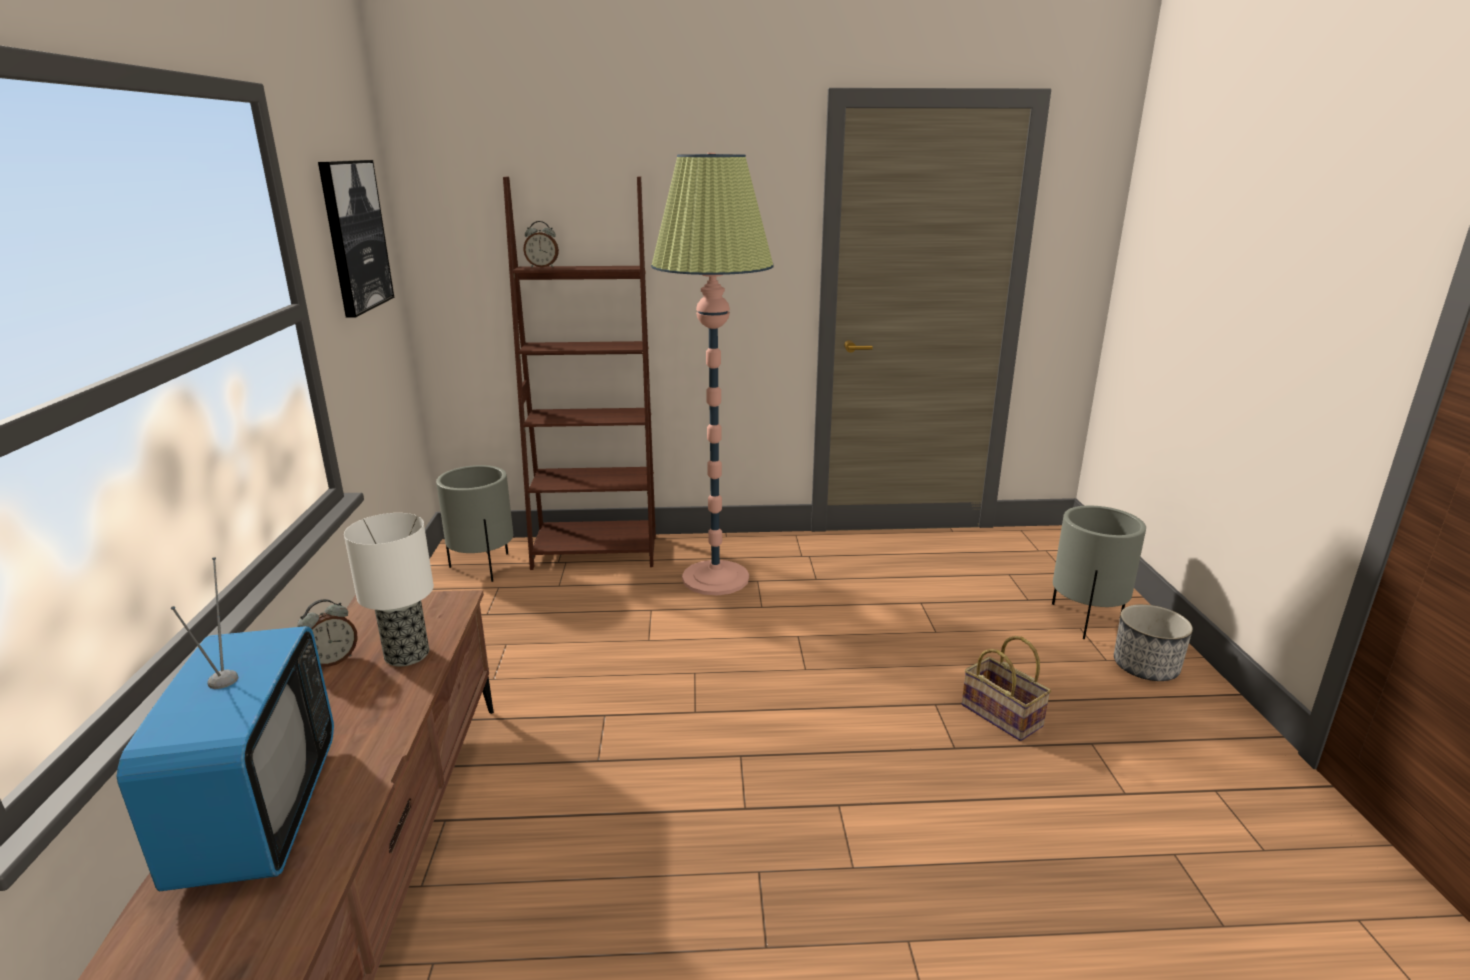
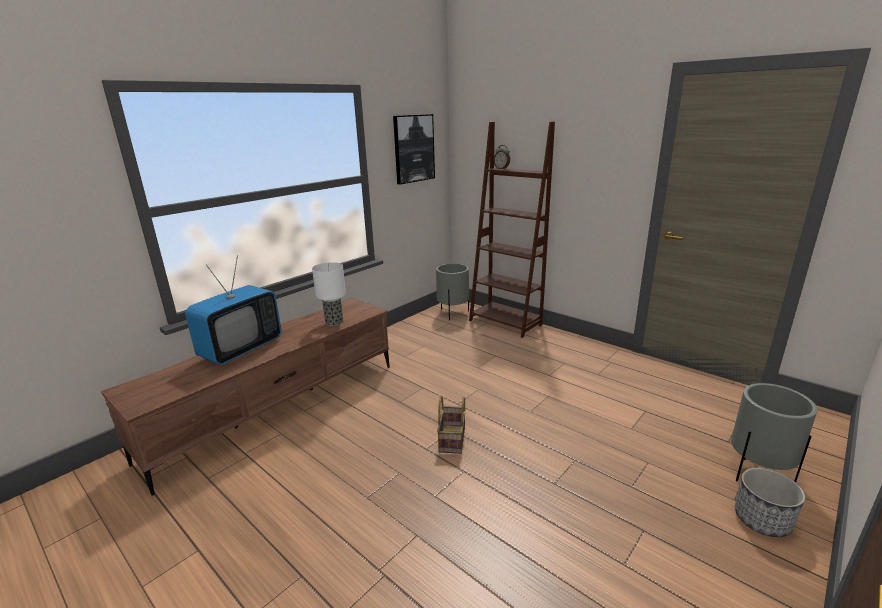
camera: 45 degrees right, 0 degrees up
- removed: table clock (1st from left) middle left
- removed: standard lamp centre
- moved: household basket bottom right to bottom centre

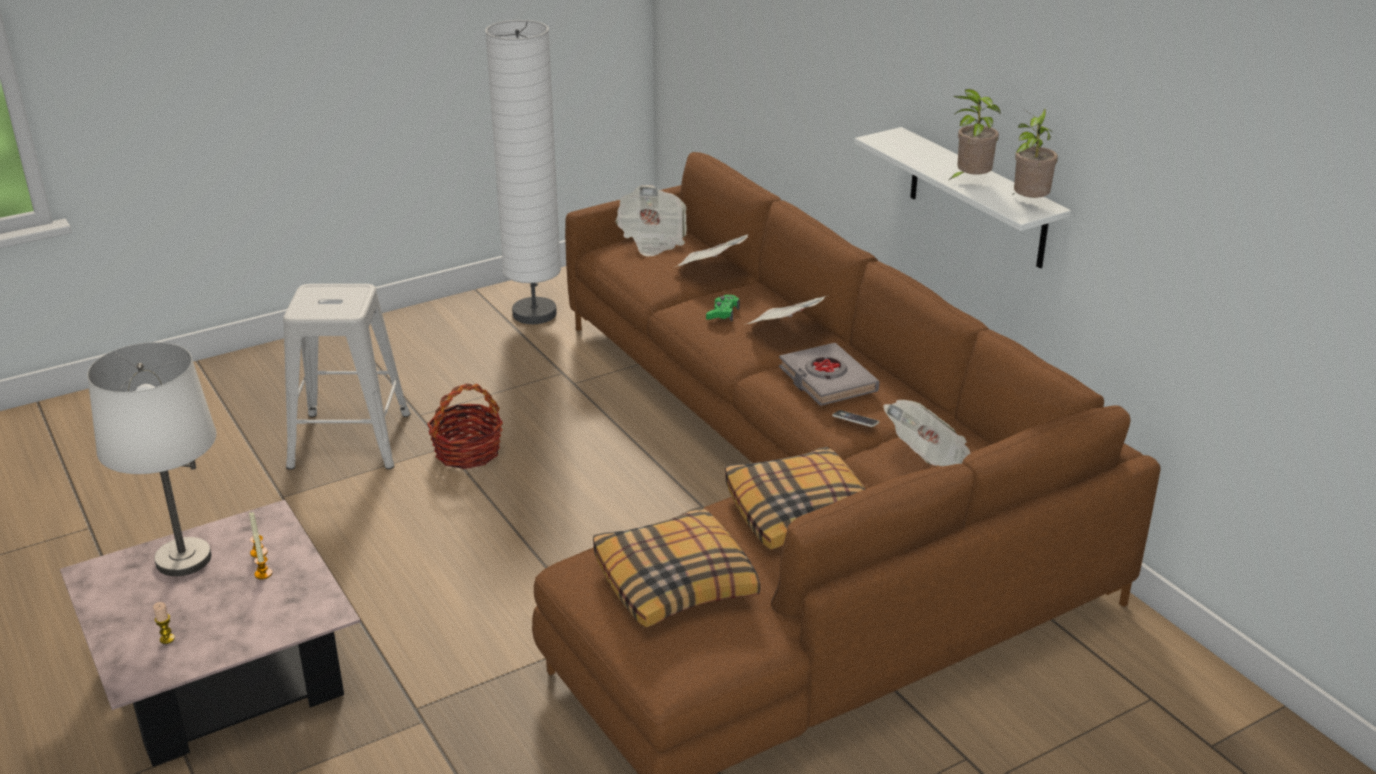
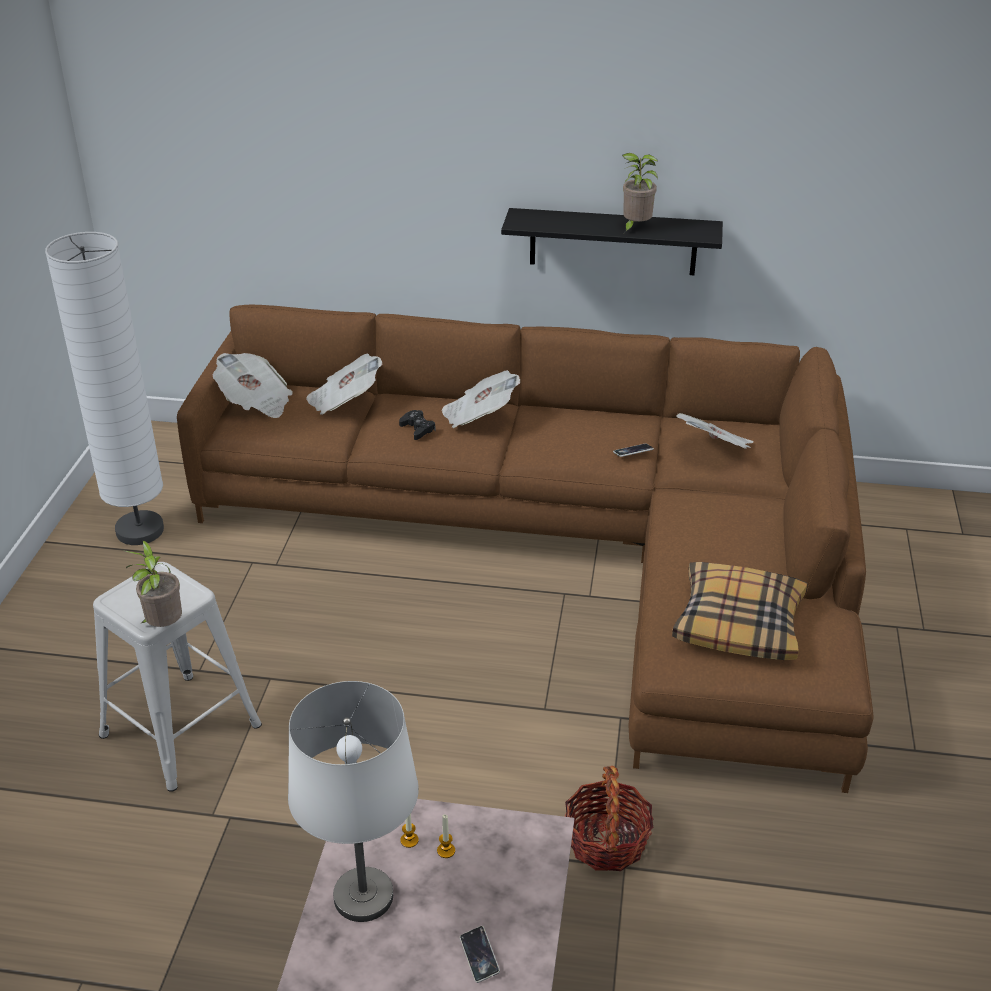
camera: 50 degrees left, 5 degrees up
- replaced: wax candle (1st from left) bottom left to phone (1st from left) bottom centre
- moved: household basket centre to bottom centre
- recoloured: greenish gamepad centre to blackish gamepad centre
- removed: cushion (2nd from left) centre
- removed: greyish book centre
- recoloured: white-coloured wall shelf top right to blackish wall shelf top centre
- moved: plant in a pot (2nd from left in the first image) top right to plant in a pot (1st from left) middle left

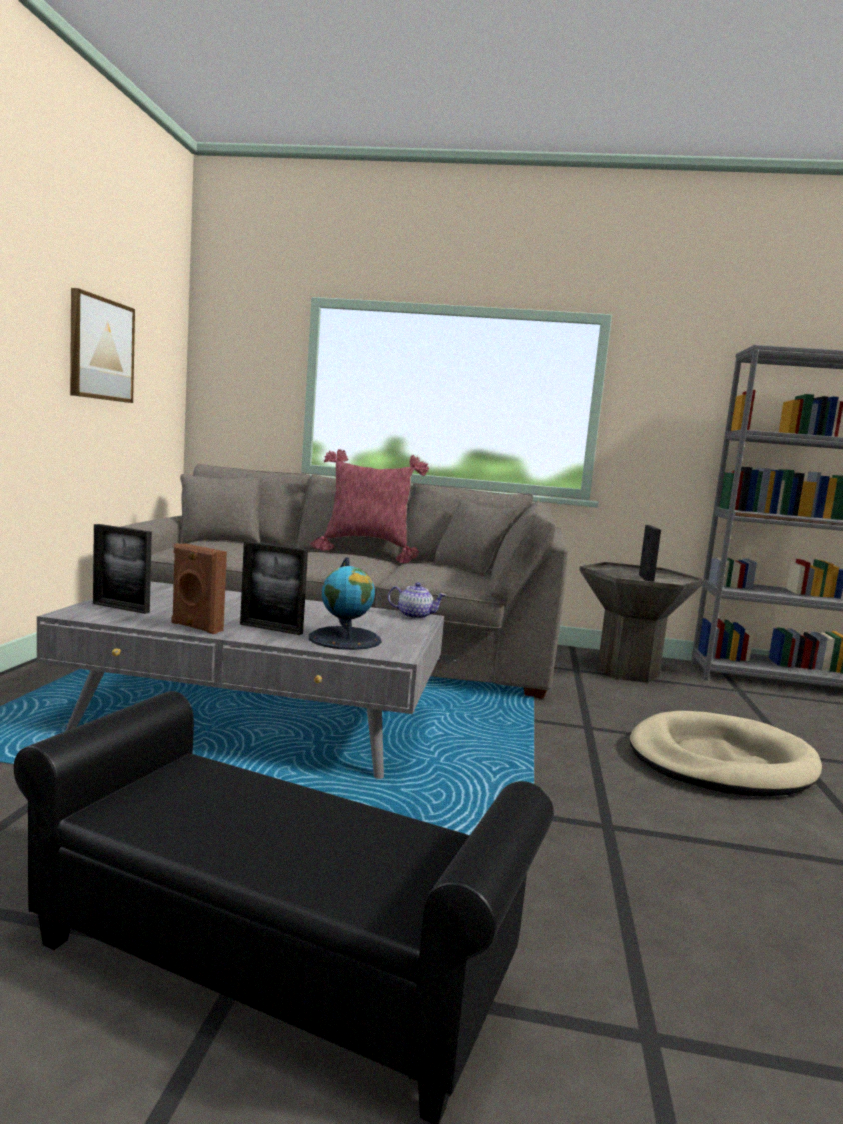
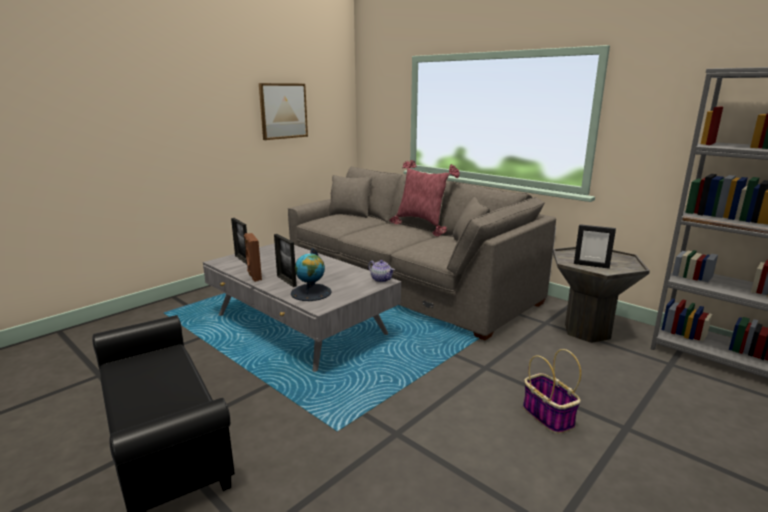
camera: 35 degrees right, 10 degrees up
- replaced: sand-coloured pet bed bottom right to household basket bottom right
- turned: standing frame (3rd from left) middle right = middle right 75 degrees clockwise

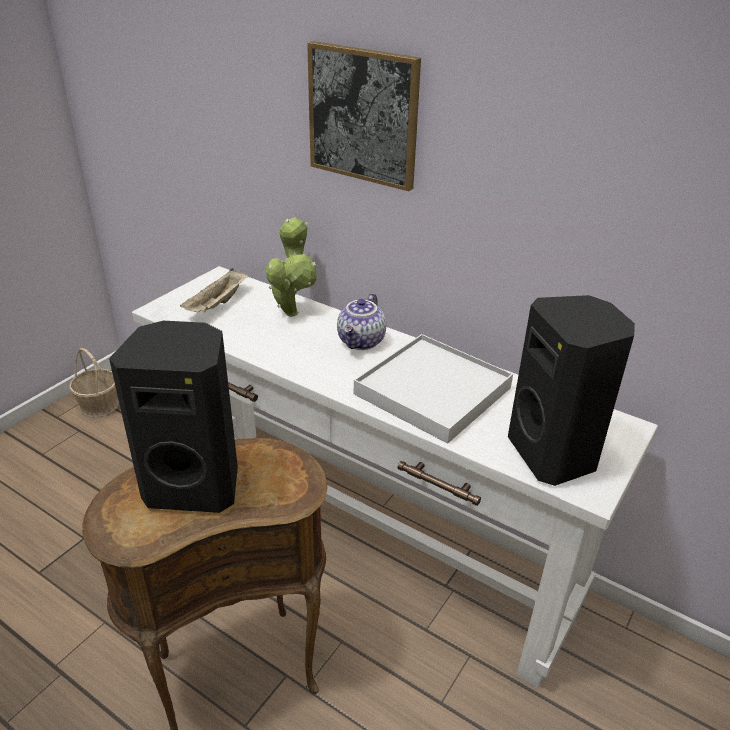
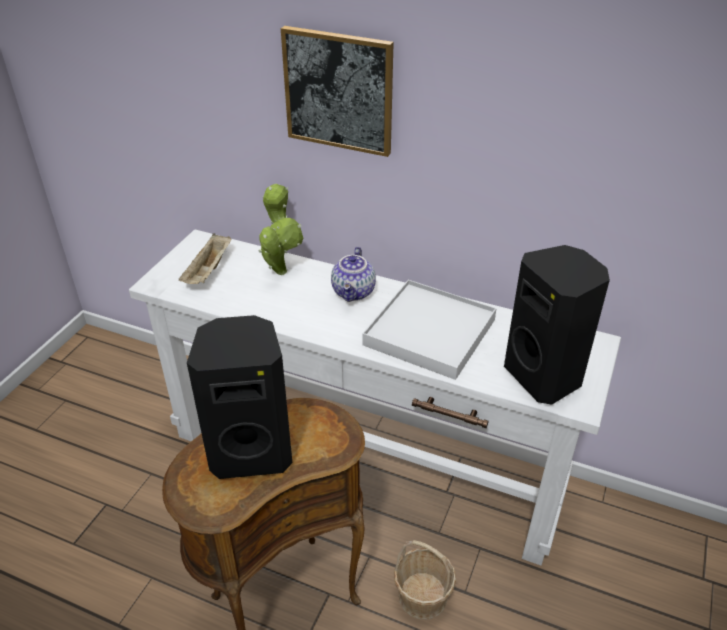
camera: 10 degrees left, 5 degrees up
- moved: household basket middle left to bottom centre

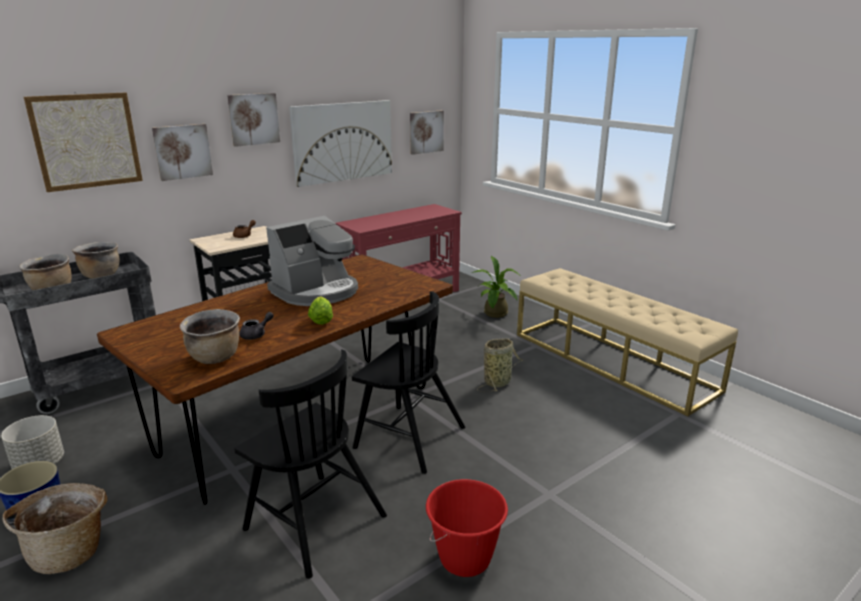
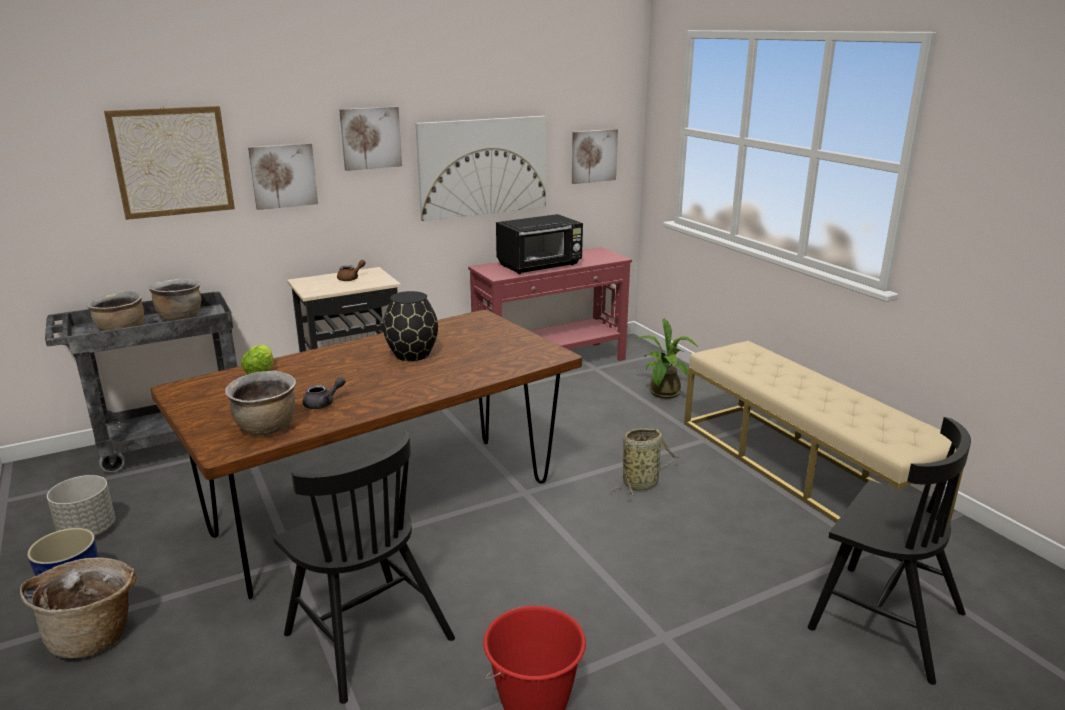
camera: 10 degrees right, 0 degrees up
- replaced: coffee machine centre to blackish vase centre
- moved: lettuce centre to middle left
- moved: blackish upright chair (2nd from left) centre to bottom right
- added: blackish microwave oven centre

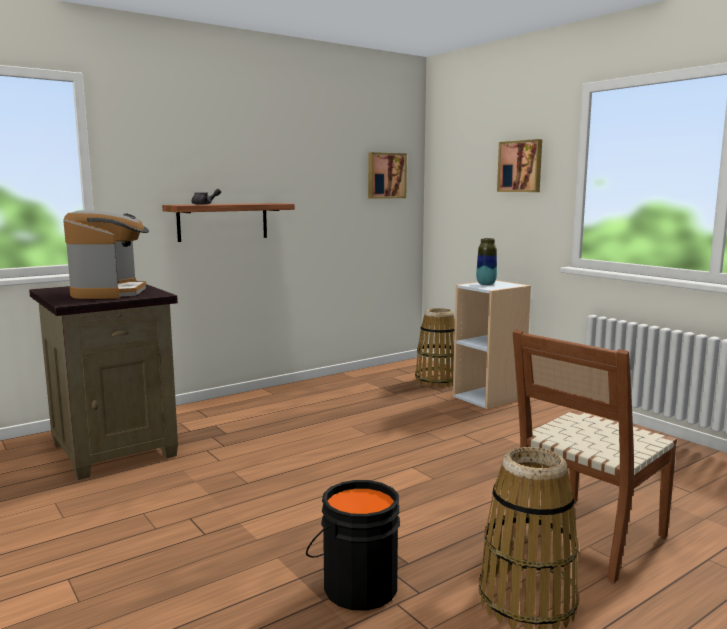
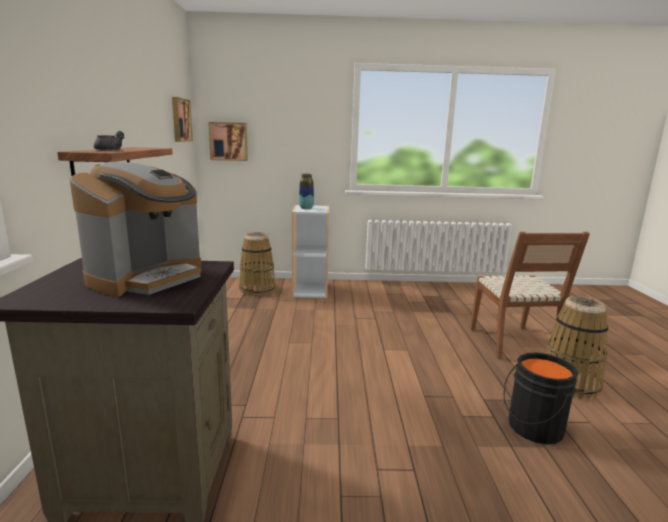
camera: 55 degrees left, 5 degrees up
- turned: coffee machine middle left = middle left 90 degrees clockwise
- moved: wall art (2nd from left) top right to top centre

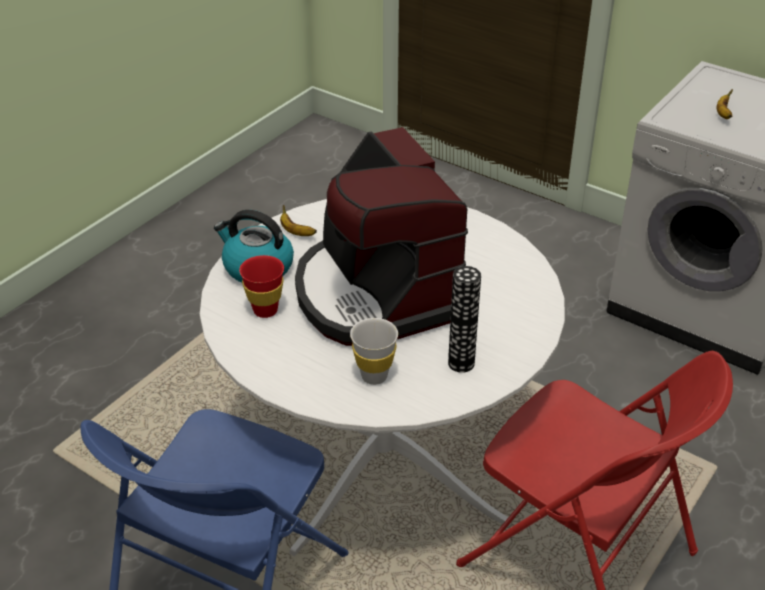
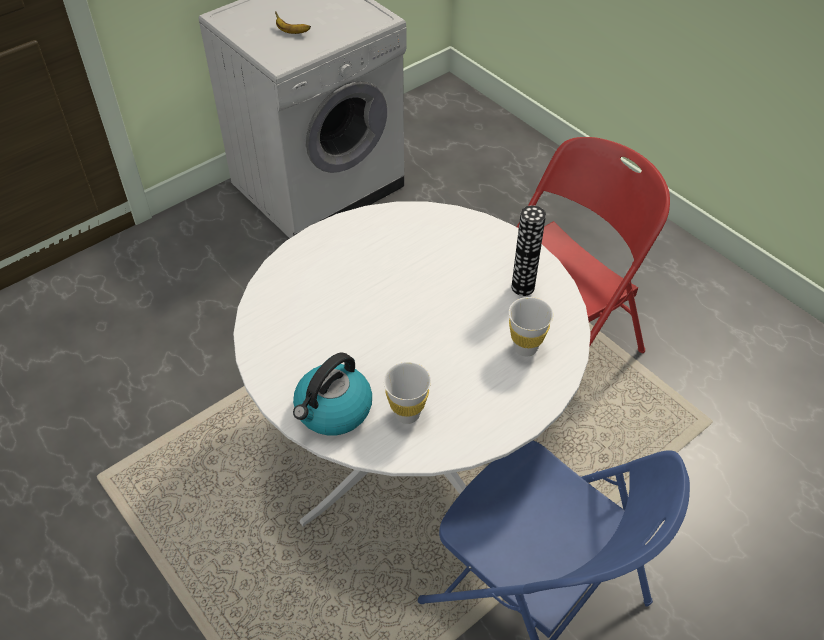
camera: 75 degrees left, 10 degrees up
- recoloured: red drinking cup centre to white-coloured drinking cup (1st from left) centre
- removed: banana (1st from left) centre
- removed: coffee machine centre

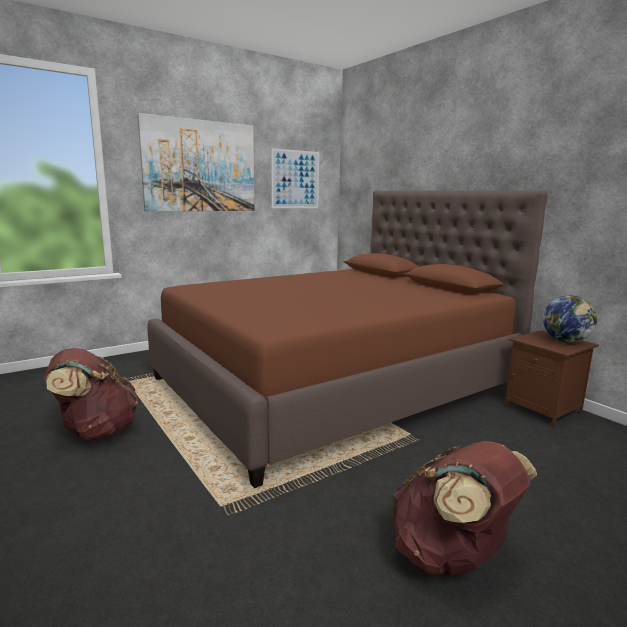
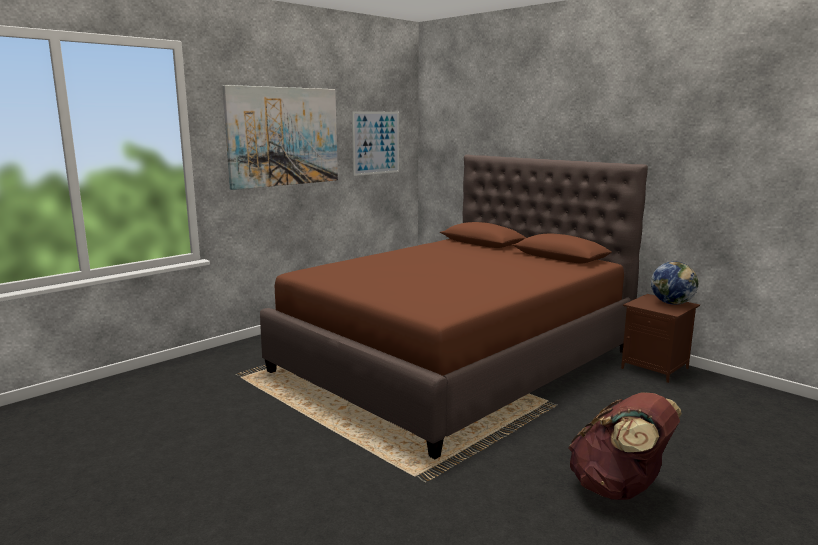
camera: 10 degrees left, 0 degrees up
- removed: brownish rucksack (1st from left) middle left

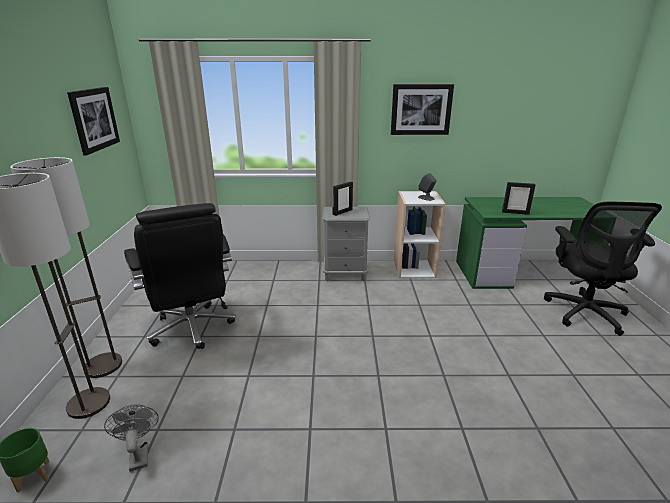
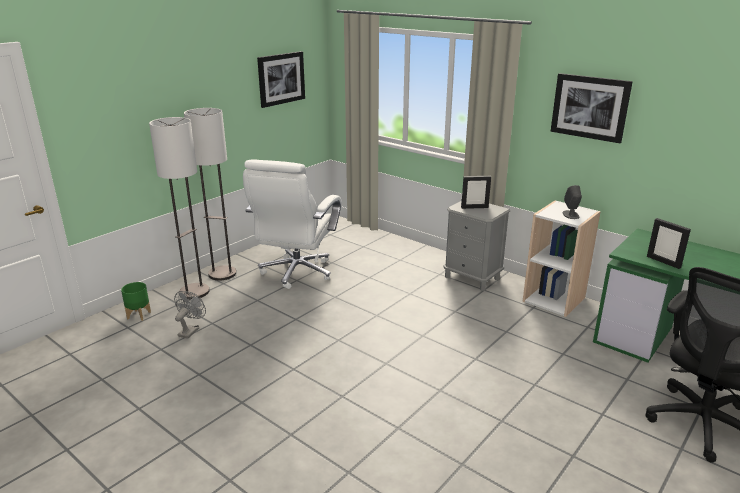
camera: 40 degrees right, 0 degrees up
- recoloured: blackish desk chair (1st from left) middle left to white-coloured desk chair centre

